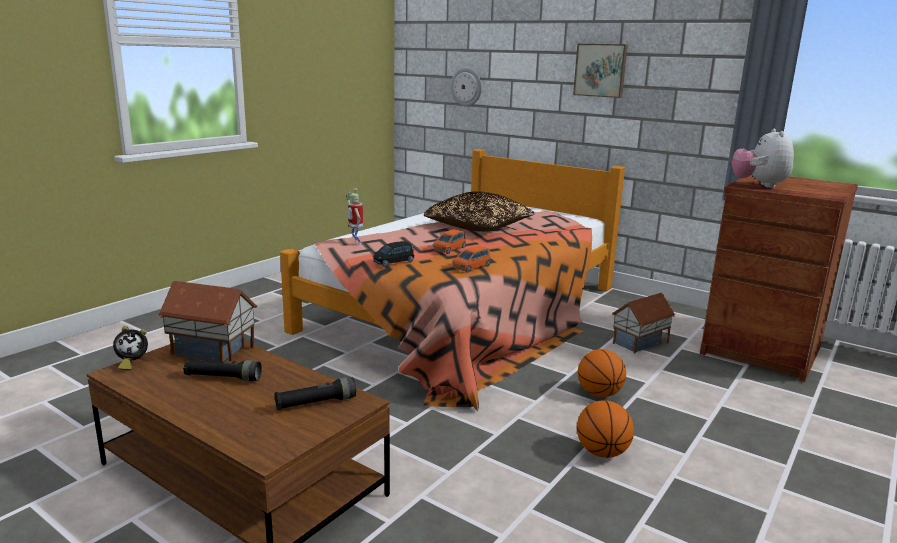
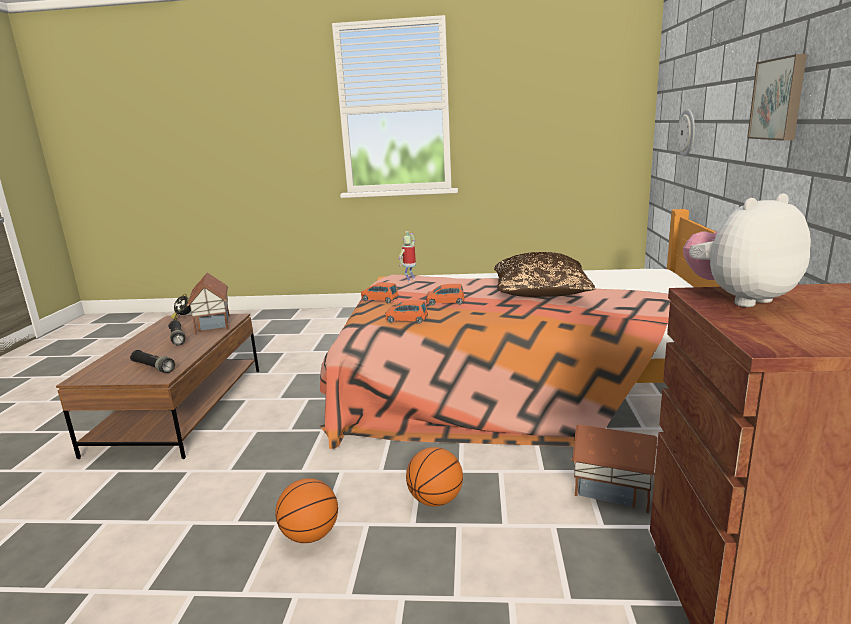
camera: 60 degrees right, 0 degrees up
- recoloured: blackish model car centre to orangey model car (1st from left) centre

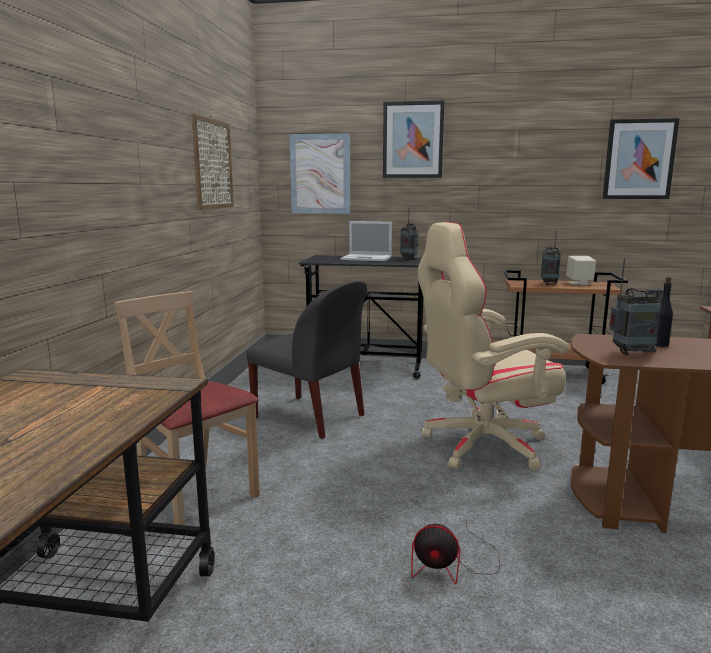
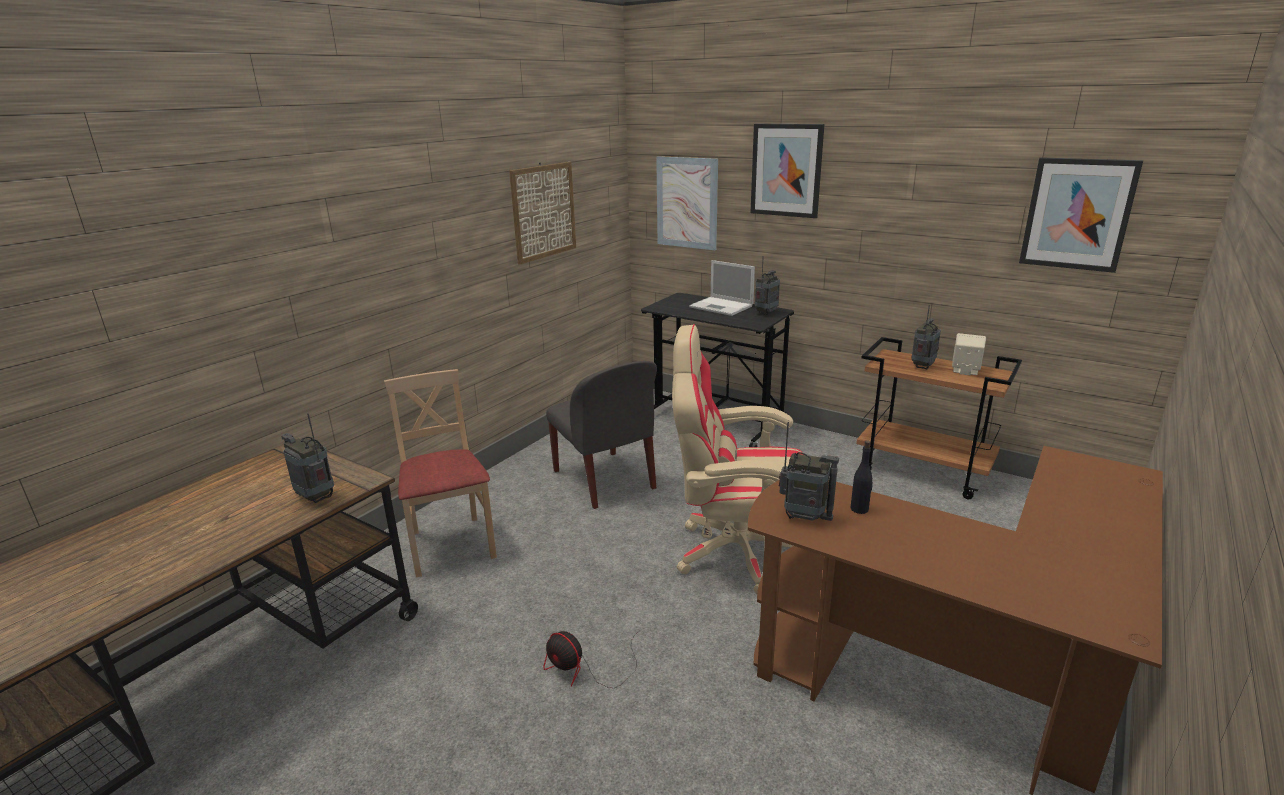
camera: 25 degrees right, 10 degrees up
- added: radio (1st from left) middle left

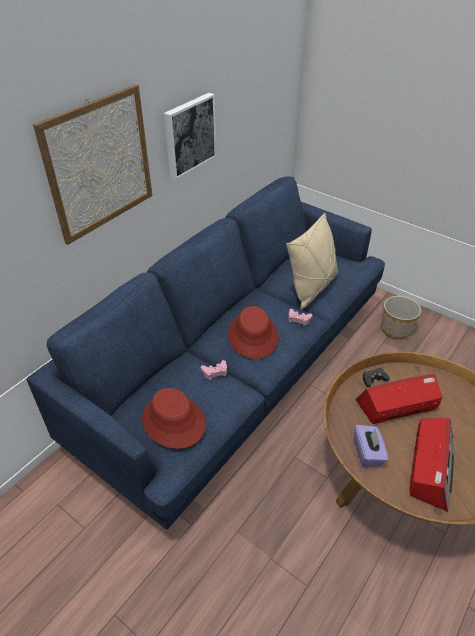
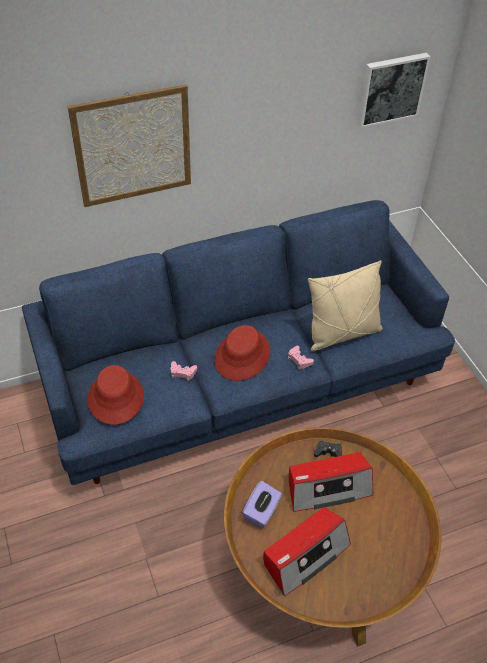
camera: 30 degrees right, 5 degrees up
- moved: wall art (2nd from left) top centre to top right
- turned: radio (1st from left in the first image) middle right = bottom right 150 degrees clockwise
- removed: planter middle right

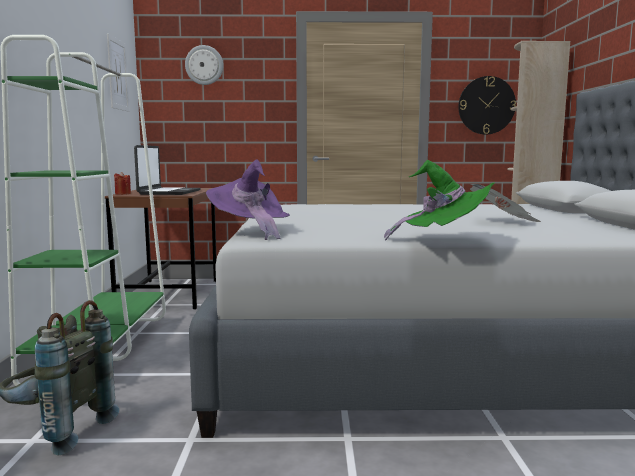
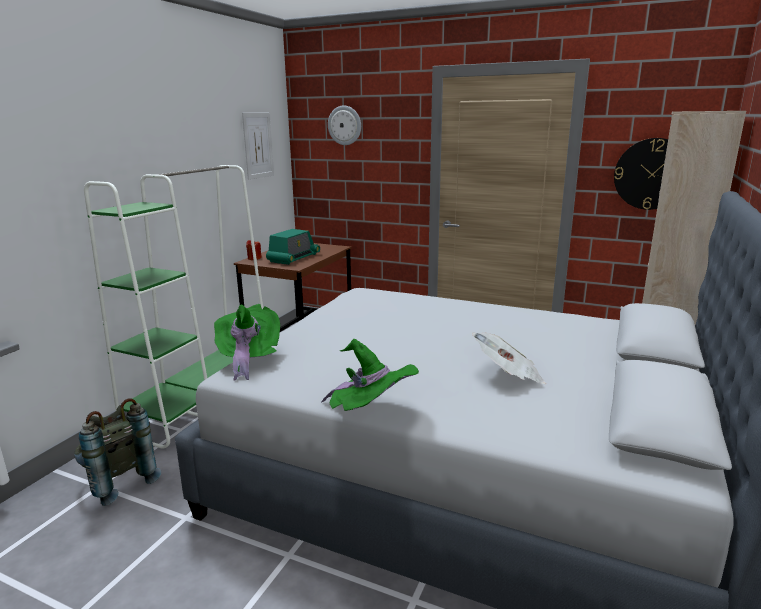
camera: 25 degrees right, 10 degrees up
- replaced: notebook computer middle left to radio centre
- recoloured: purple-coloured wearable hat centre to greenish wearable hat (1st from left) middle left

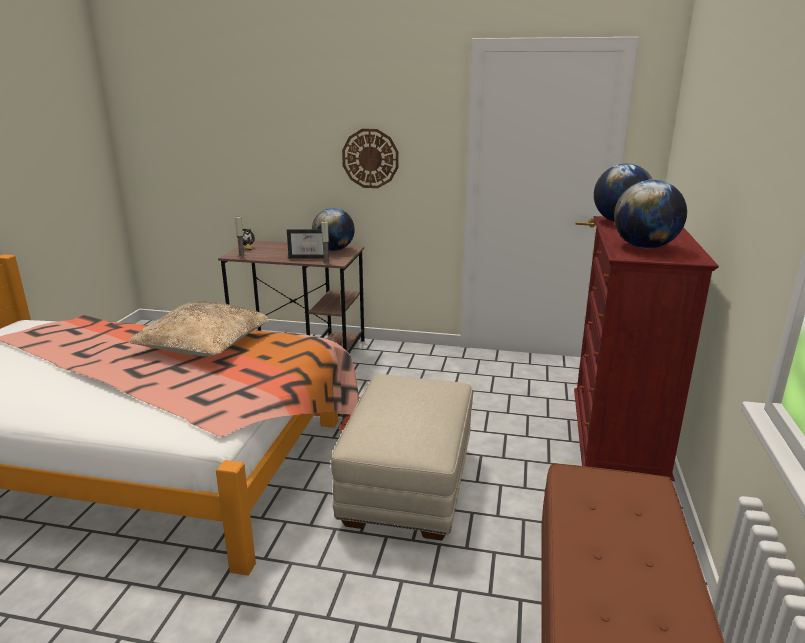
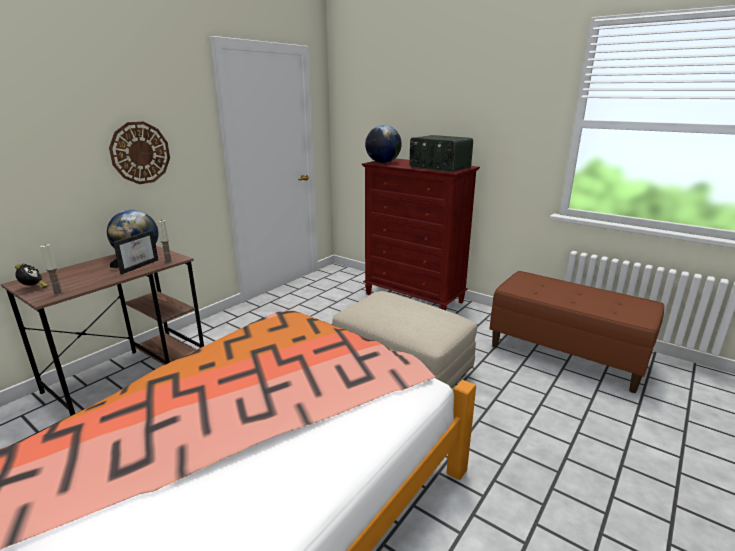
camera: 65 degrees left, 0 degrees up
- removed: sand-coloured cushion middle left
- replaced: world globe (3rd from left) top right to radio top centre

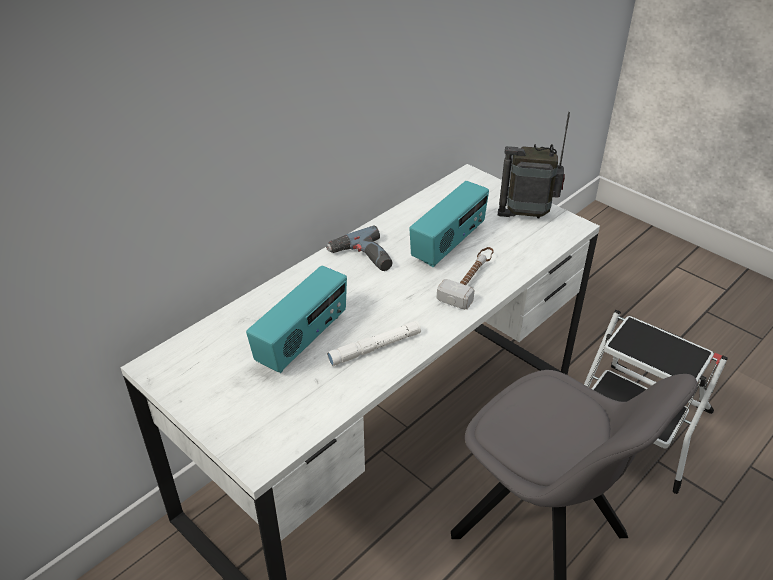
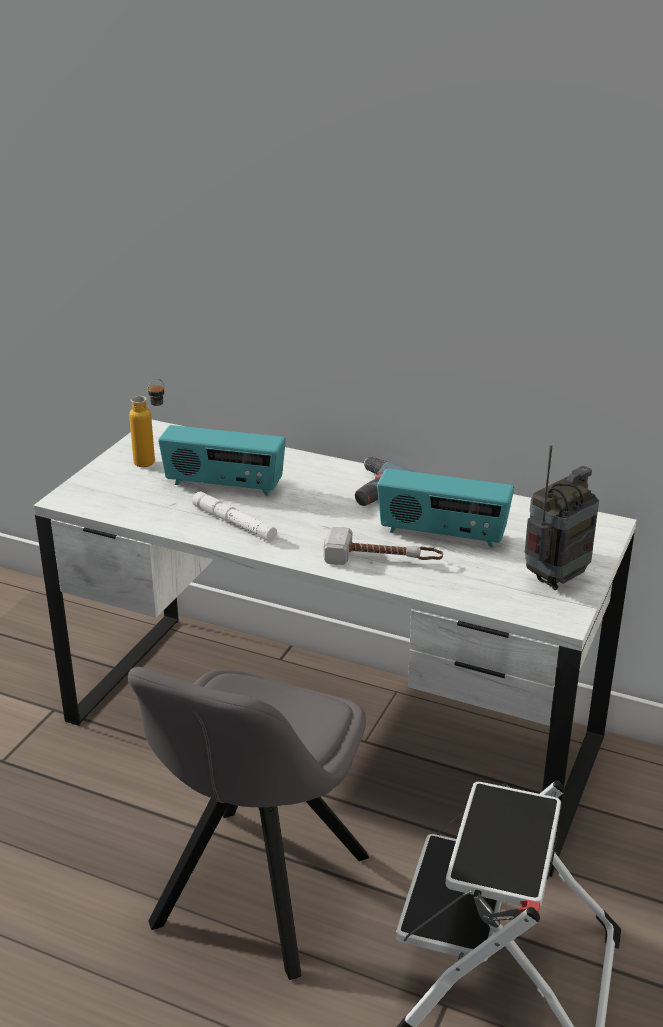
camera: 70 degrees right, 10 degrees down
- turned: radio (3rd from left) top right = middle right 60 degrees clockwise
- added: beverage bottle middle left

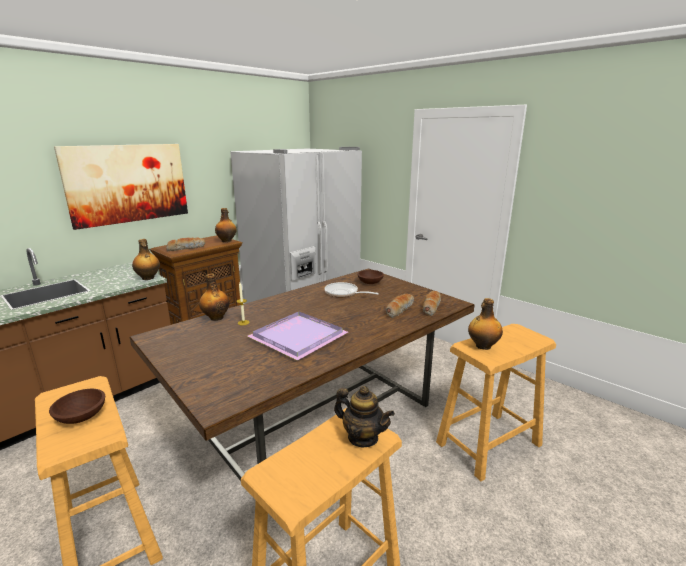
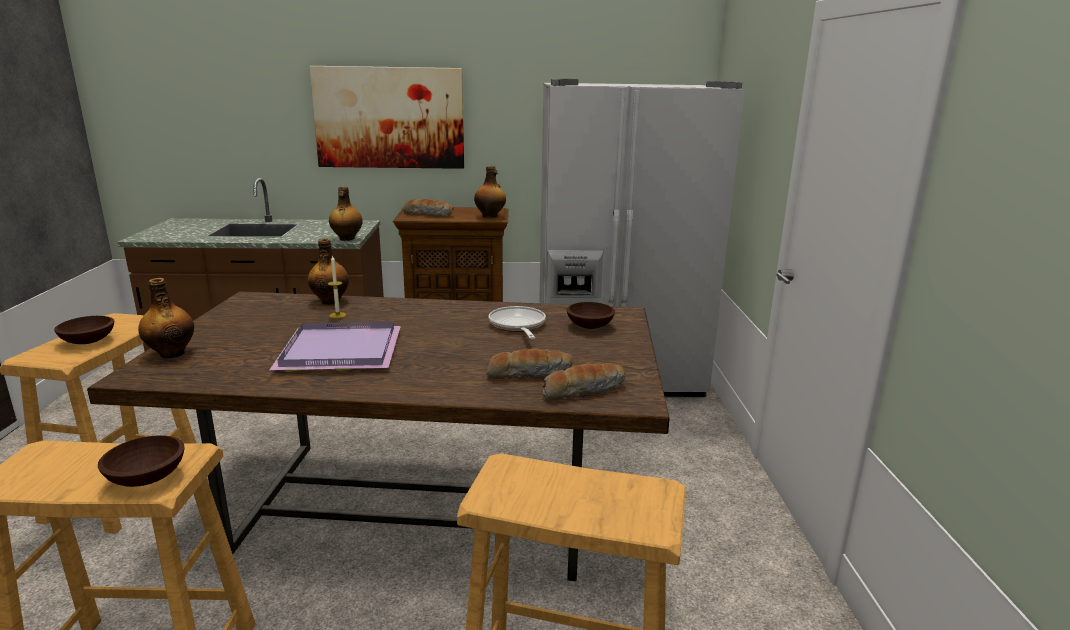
camera: 45 degrees right, 0 degrees up
- replaced: tea pot bottom centre to brownish serving bowl (2nd from left) bottom left
- moved: beverage bottle (4th from left in the first image) middle right to beverage bottle (1st from left) middle left

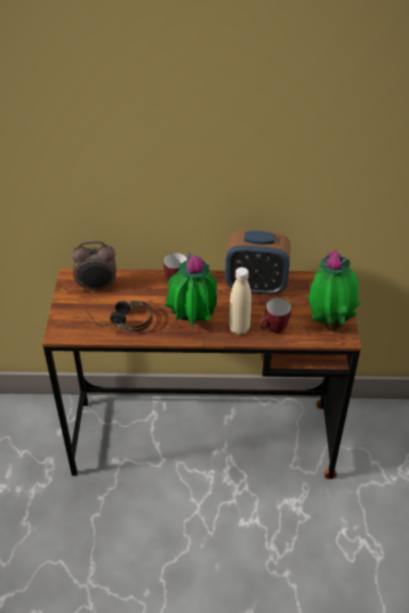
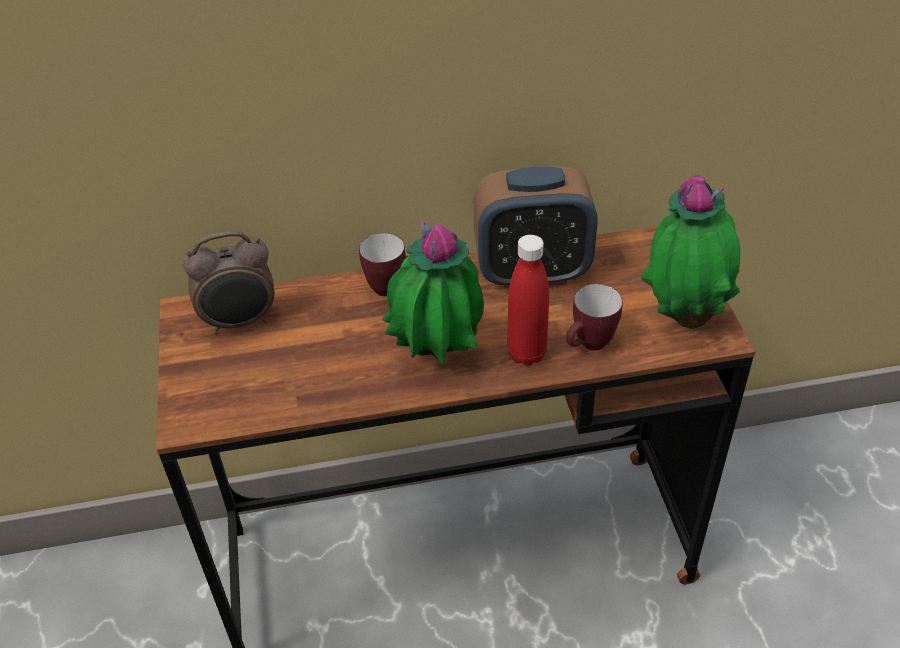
camera: 10 degrees left, 0 degrees up
- removed: headphones middle left
- recoloured: sand-coloured beverage bottle centre to red beverage bottle centre

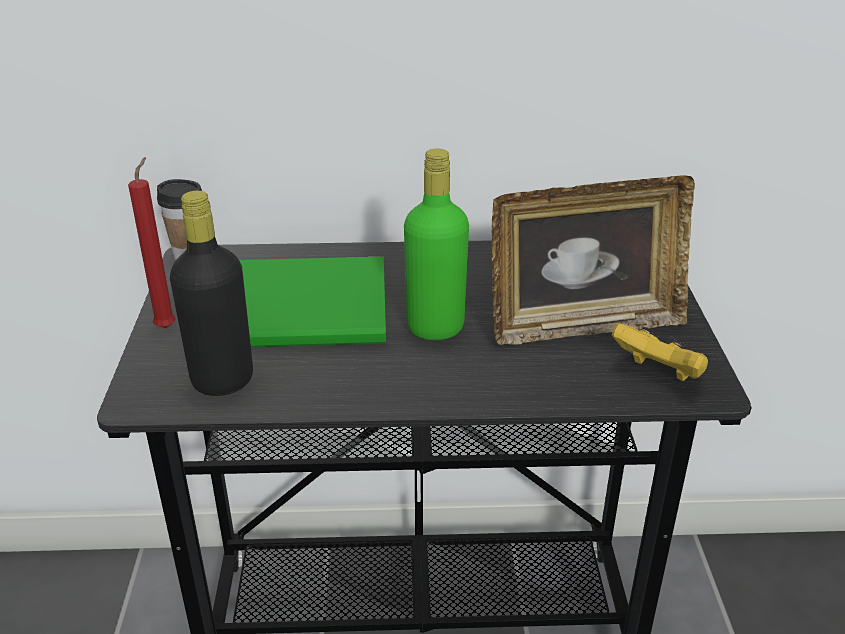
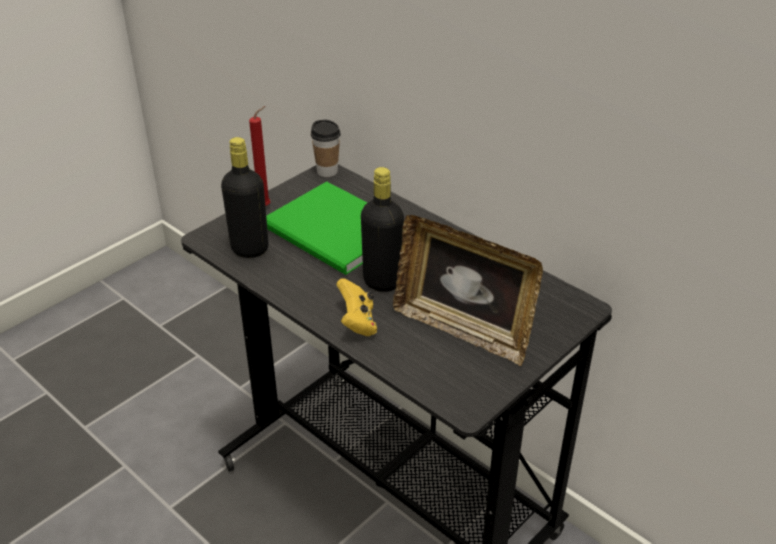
camera: 45 degrees right, 5 degrees up
- recoloured: greenish beverage bottle centre to blackish beverage bottle (2nd from left) centre
- moved: yellowish gamepad middle right to centre

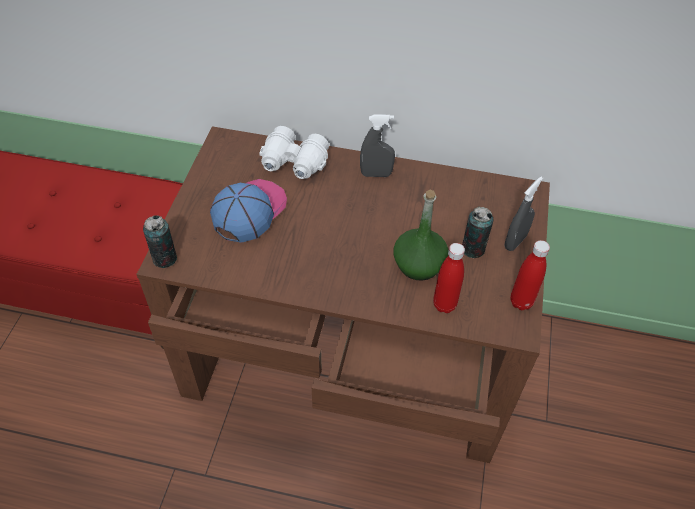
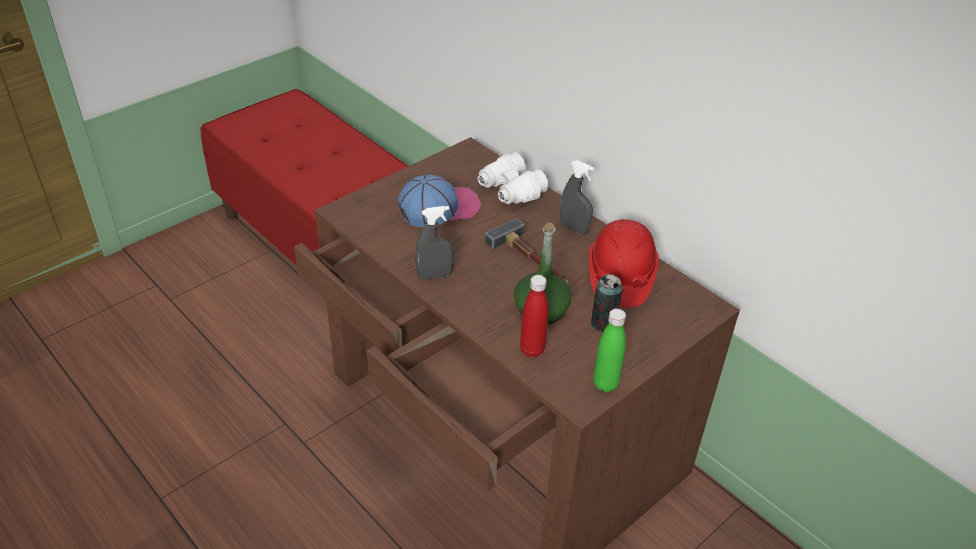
camera: 35 degrees right, 10 degrees down
- removed: metal can (1st from left) middle left
- moved: greyish spray bottle (2nd from left in the first image) middle right to greyish spray bottle (1st from left) centre
- recoloured: red beverage bottle (2nd from left) middle right to greenish beverage bottle (2nd from left) centre
- added: hammer centre
- added: red safety helmet centre

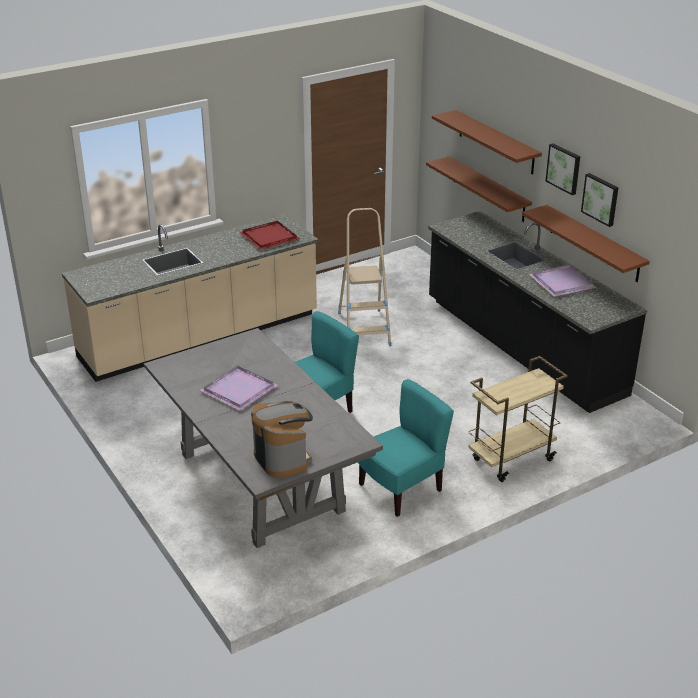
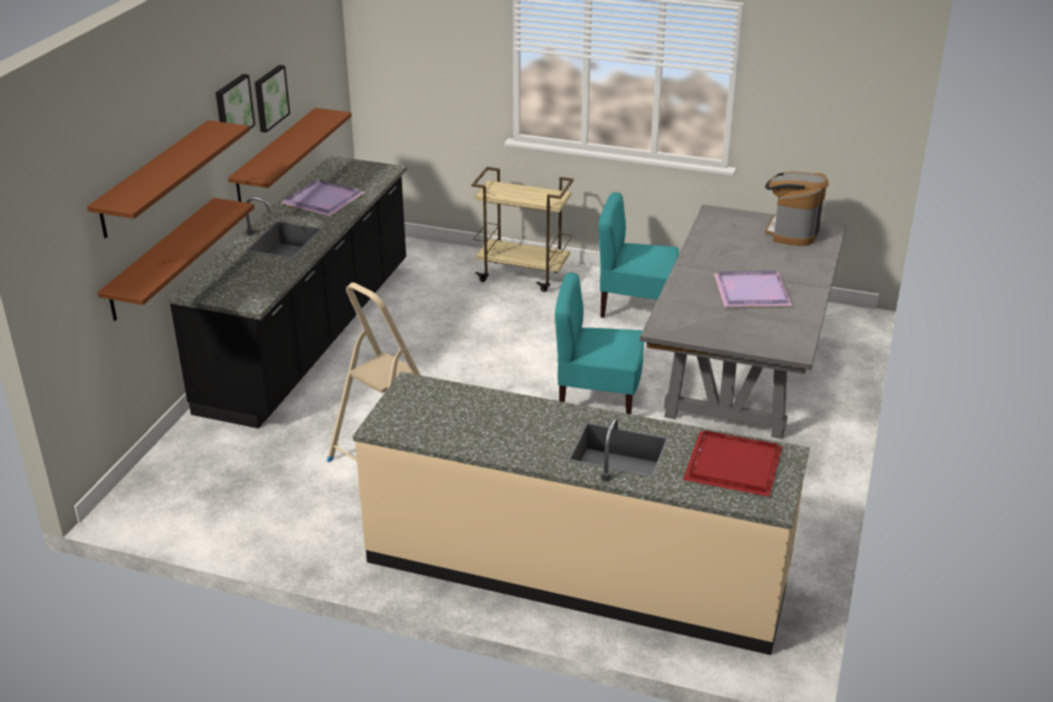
camera: 130 degrees left, 0 degrees up
- moved: red carrying tray centre to middle right

